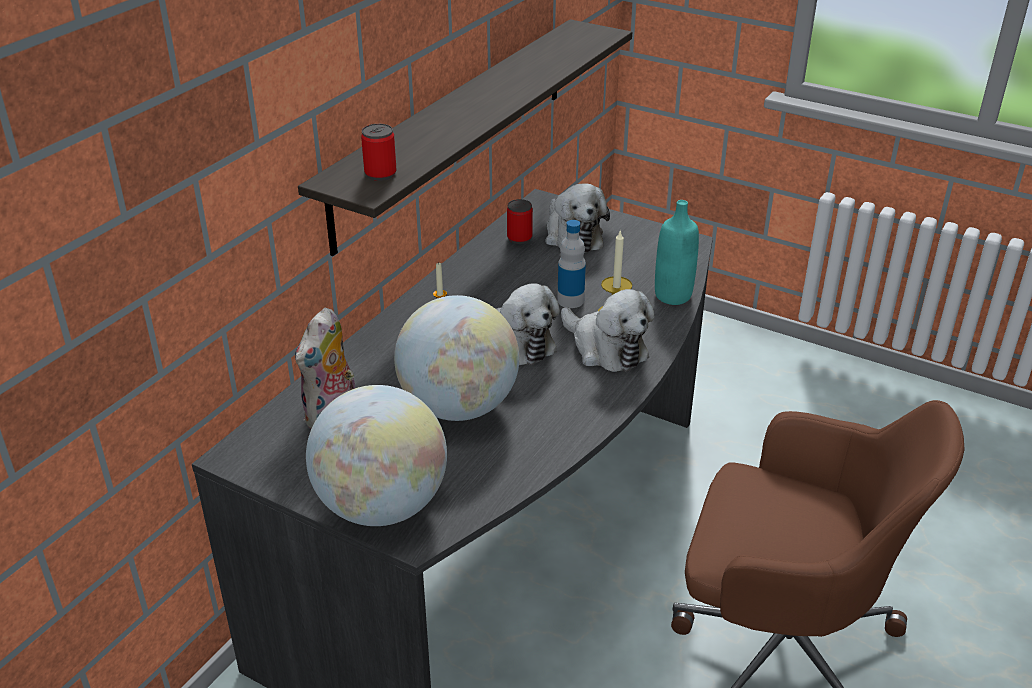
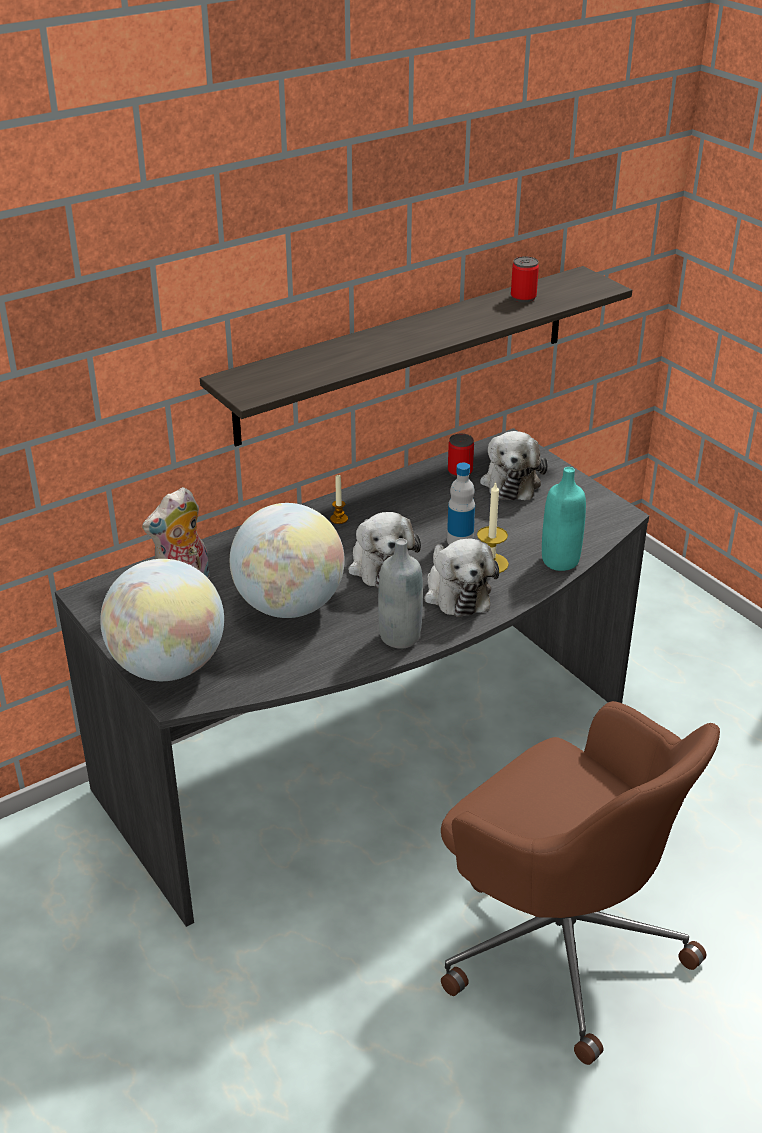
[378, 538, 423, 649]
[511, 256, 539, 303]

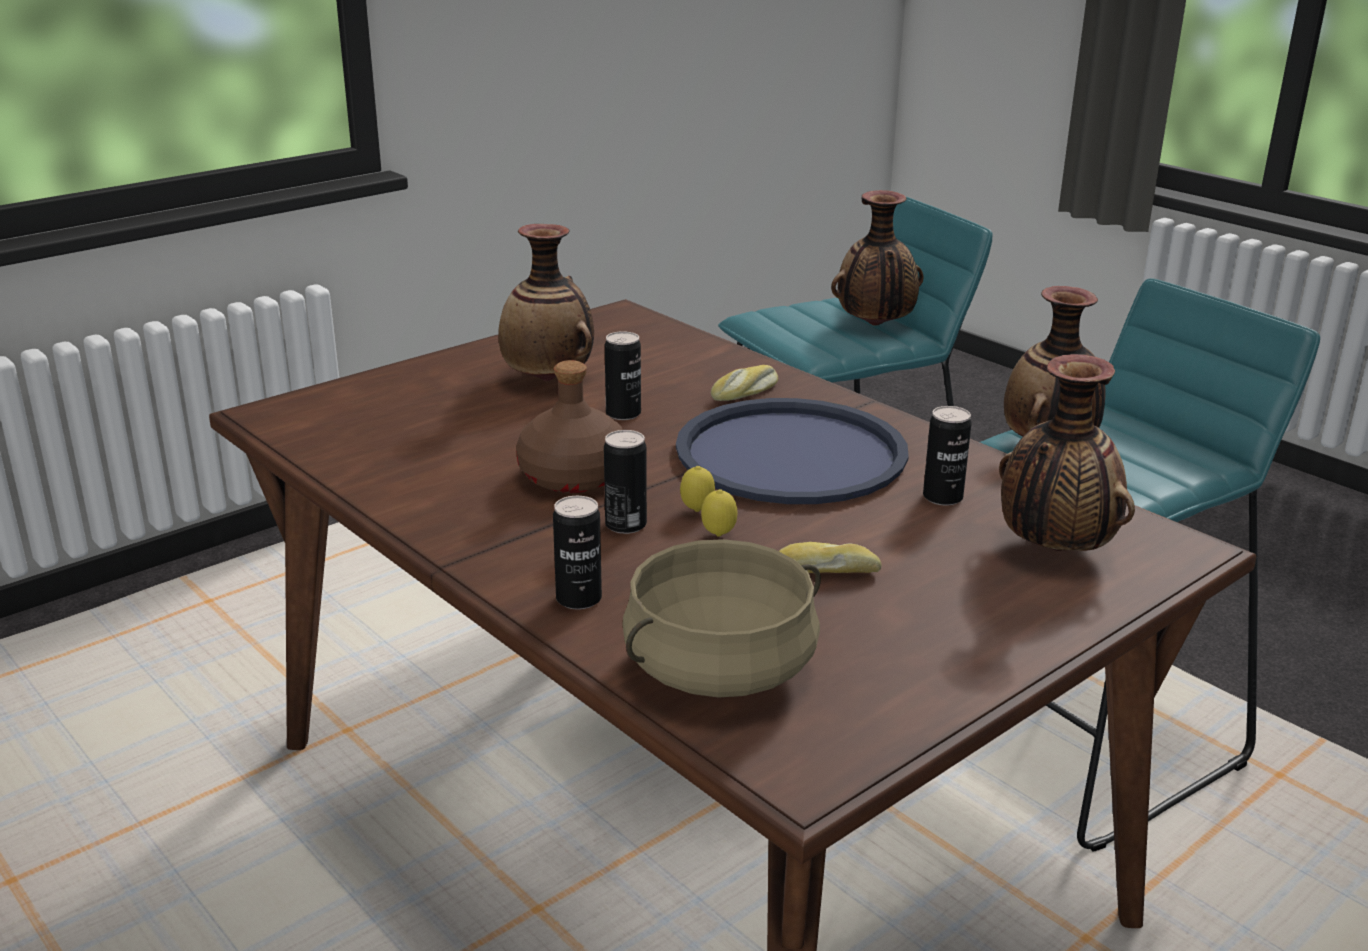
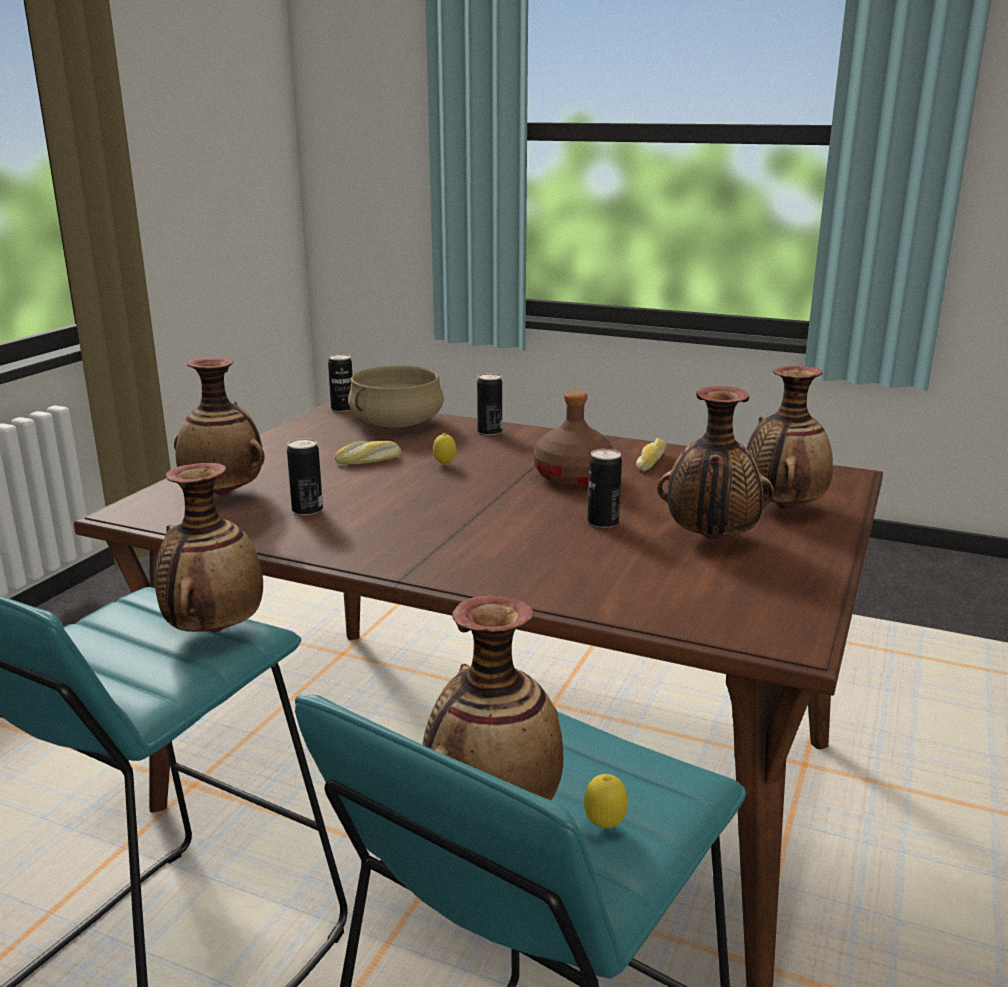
[676, 398, 909, 504] (first image)
[747, 366, 833, 509]
[328, 354, 353, 412]
[584, 774, 628, 828]
[636, 438, 667, 471]

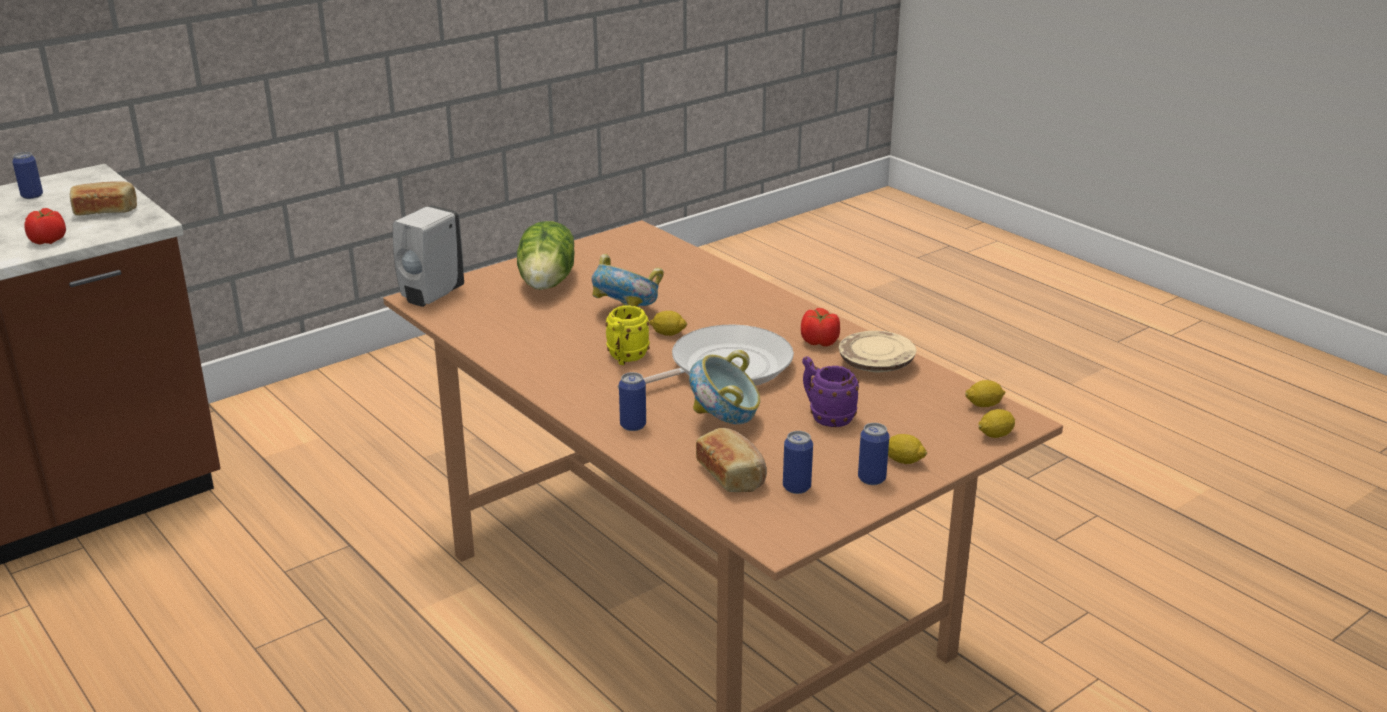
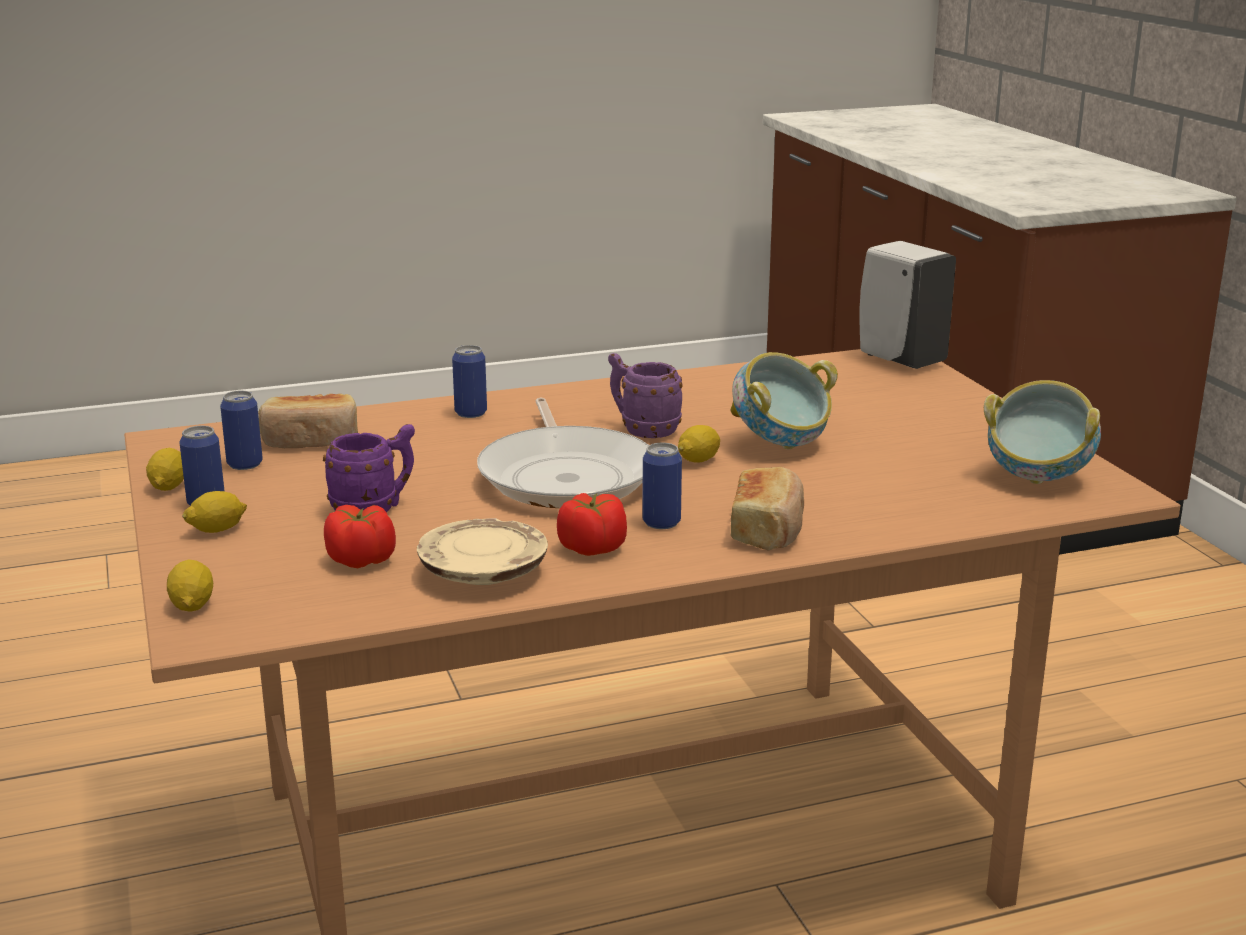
[517, 221, 575, 290] (first image)
[642, 443, 682, 529]
[324, 505, 396, 568]
[731, 467, 804, 550]
[984, 380, 1101, 484]
[146, 448, 184, 491]
[608, 353, 683, 438]

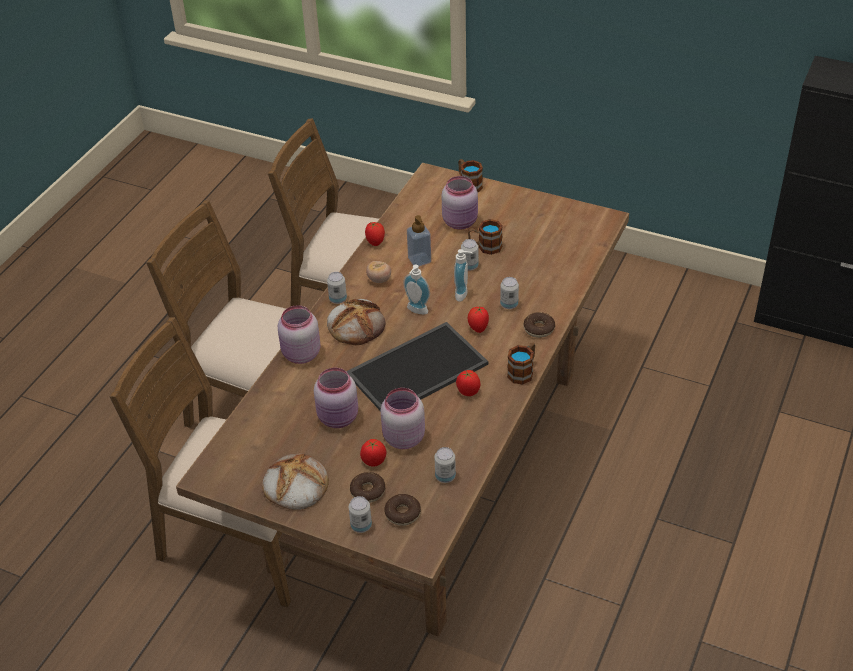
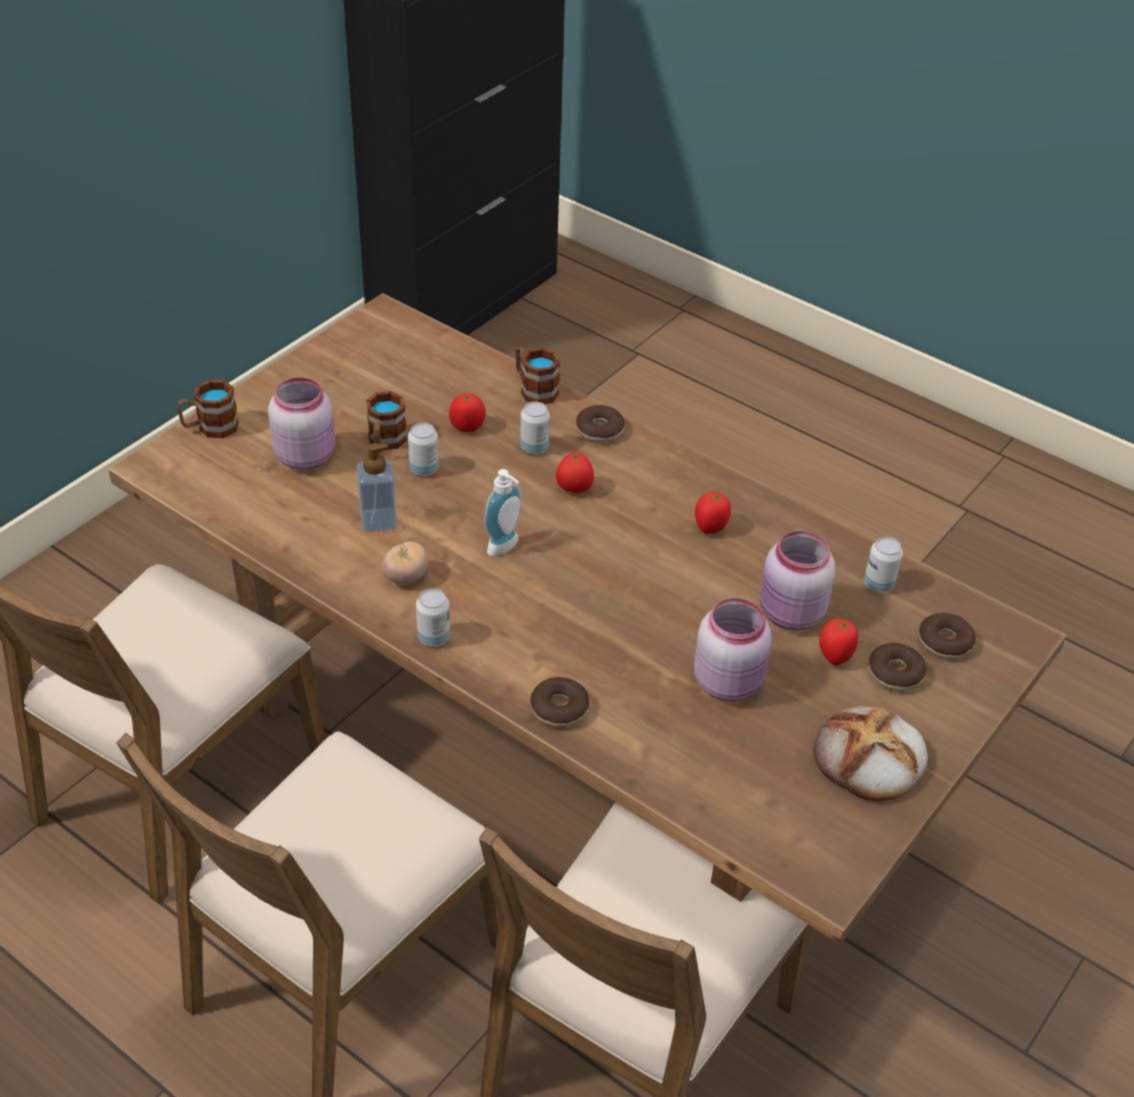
[327, 299, 386, 345] (first image)
[346, 322, 488, 411] (first image)
[349, 496, 372, 533] (first image)
[454, 249, 473, 302] (first image)
[449, 393, 486, 432]
[515, 347, 560, 404]
[530, 677, 589, 727]

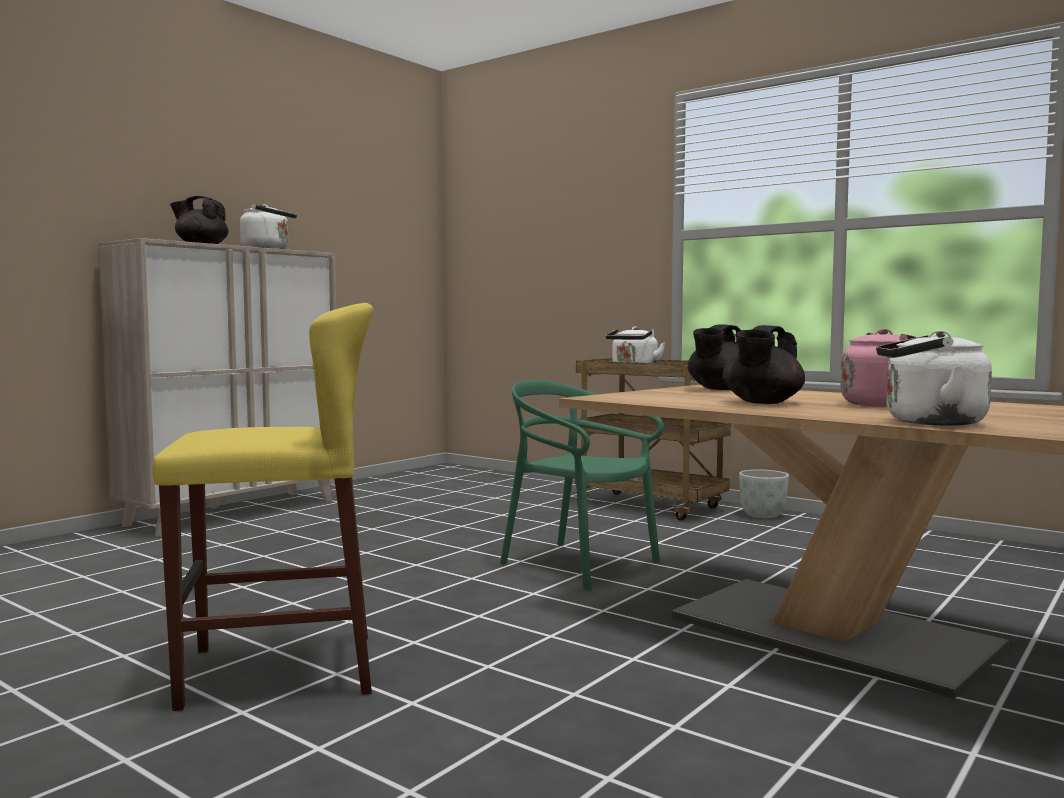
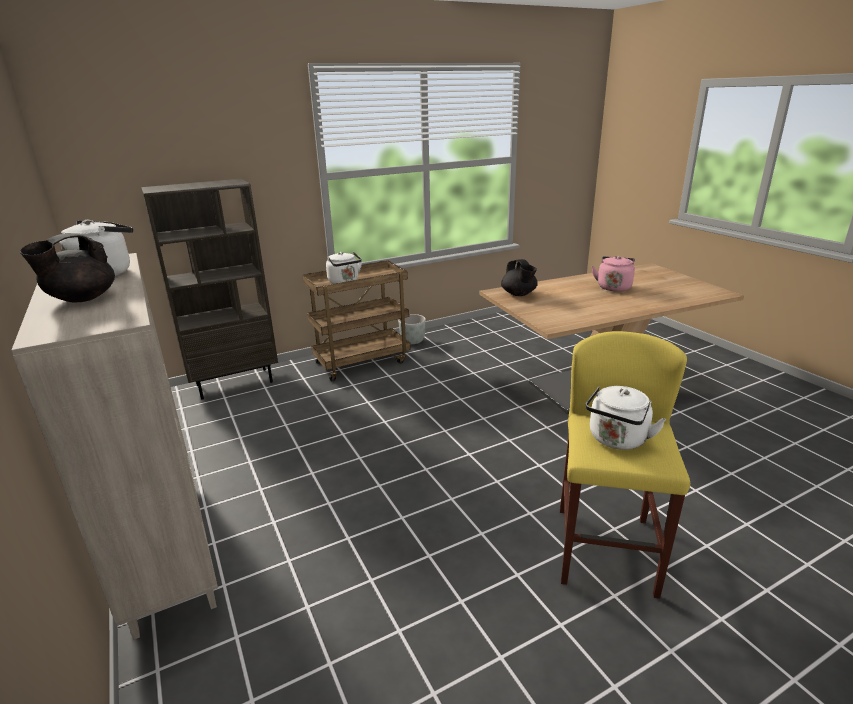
[500, 380, 664, 590] (first image)
[722, 325, 805, 404] (first image)
[141, 179, 278, 399]
[585, 386, 666, 450]

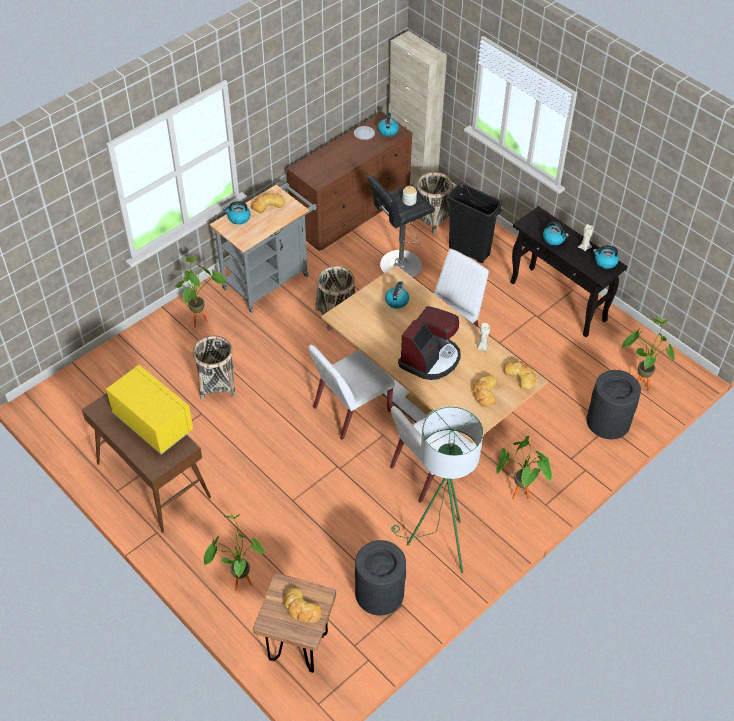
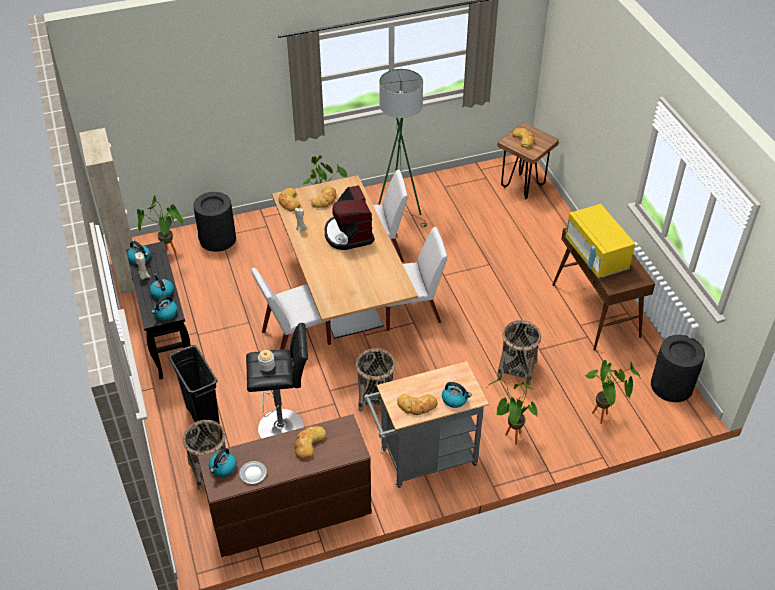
[294, 426, 326, 459]
[585, 360, 640, 424]
[651, 335, 705, 402]
[151, 295, 178, 321]
[79, 128, 135, 294]
[324, 185, 374, 250]

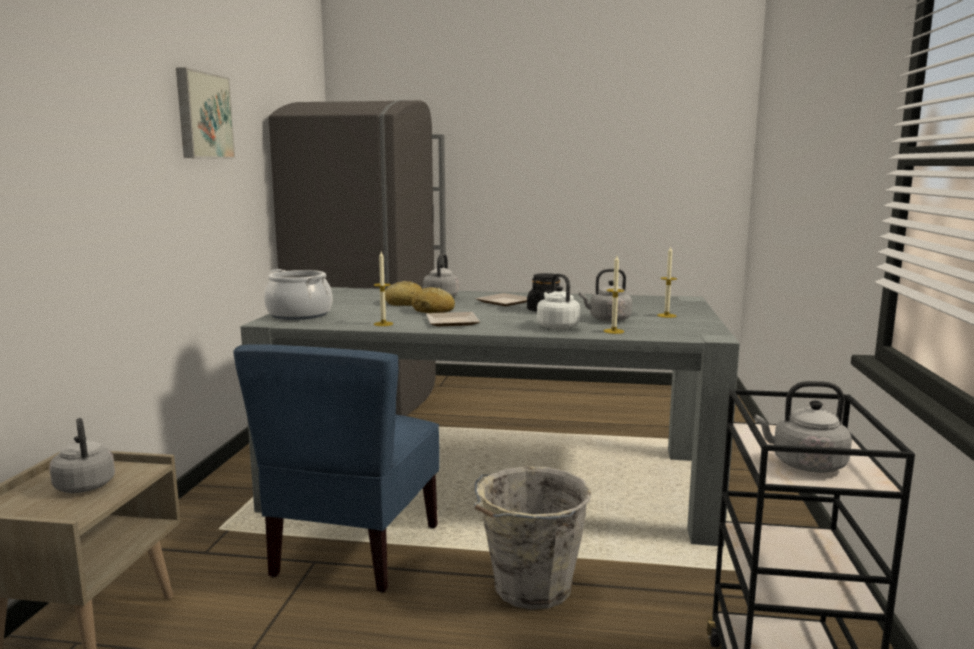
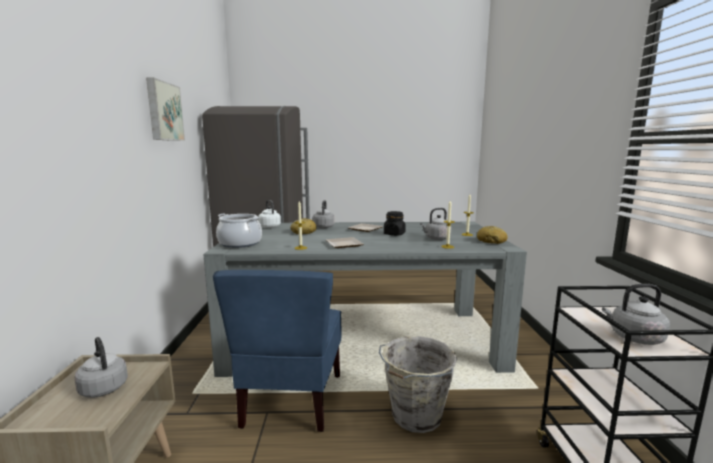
[477, 226, 508, 244]
[258, 200, 281, 228]

